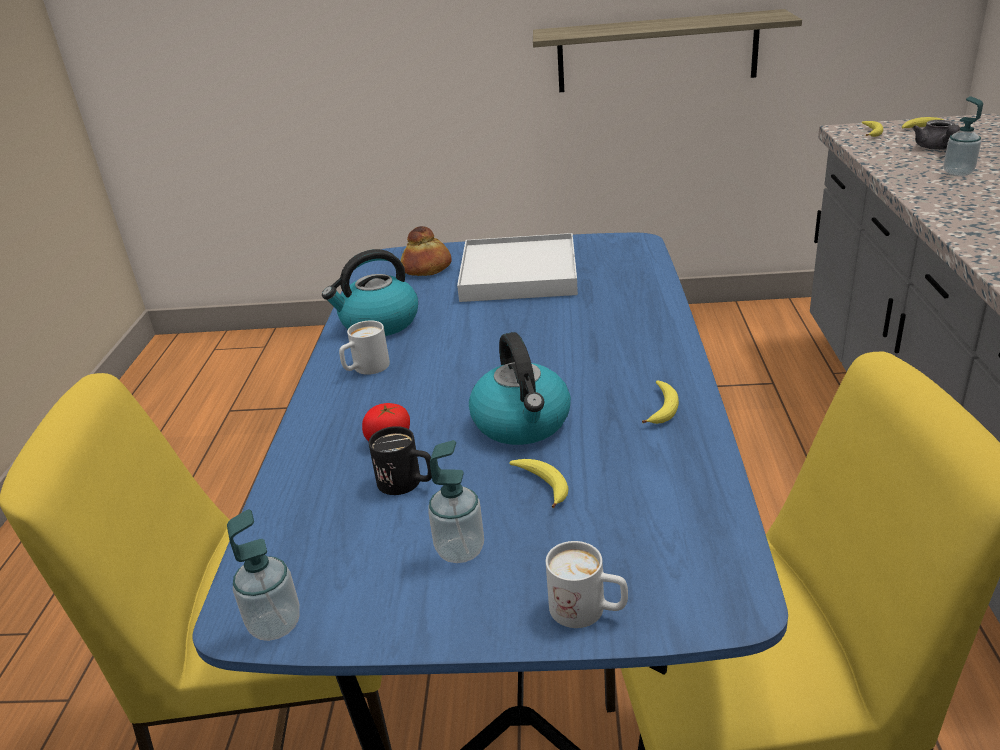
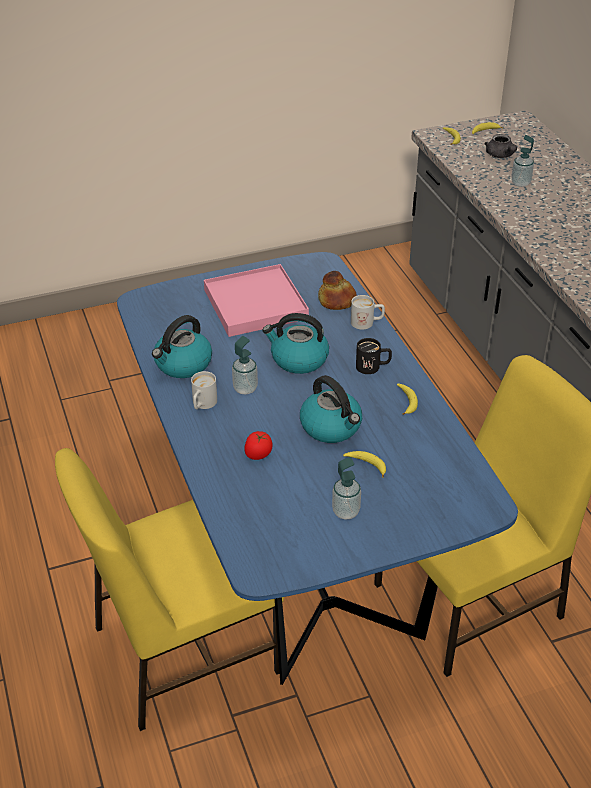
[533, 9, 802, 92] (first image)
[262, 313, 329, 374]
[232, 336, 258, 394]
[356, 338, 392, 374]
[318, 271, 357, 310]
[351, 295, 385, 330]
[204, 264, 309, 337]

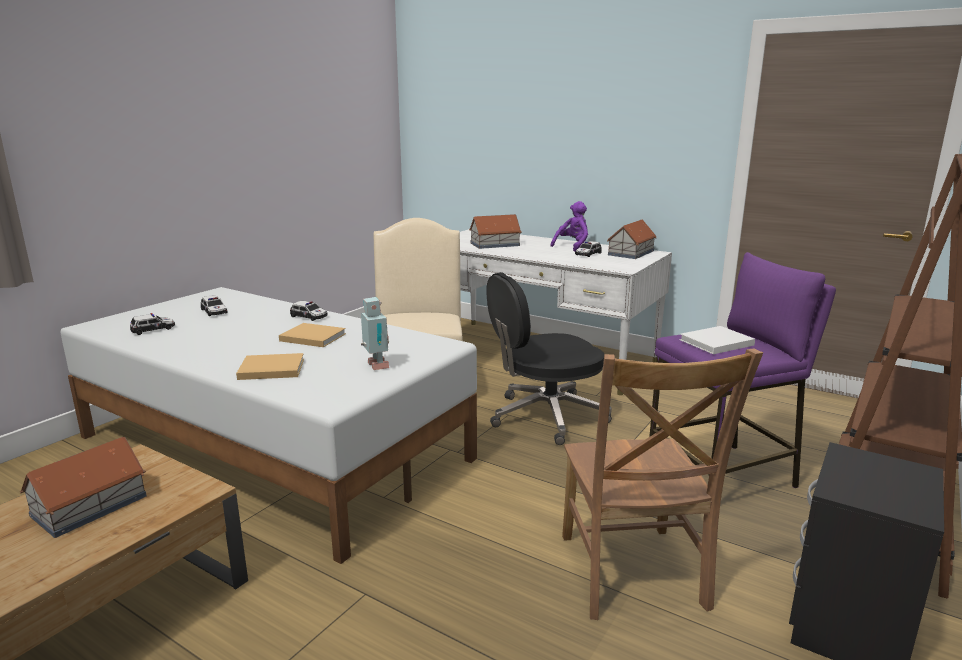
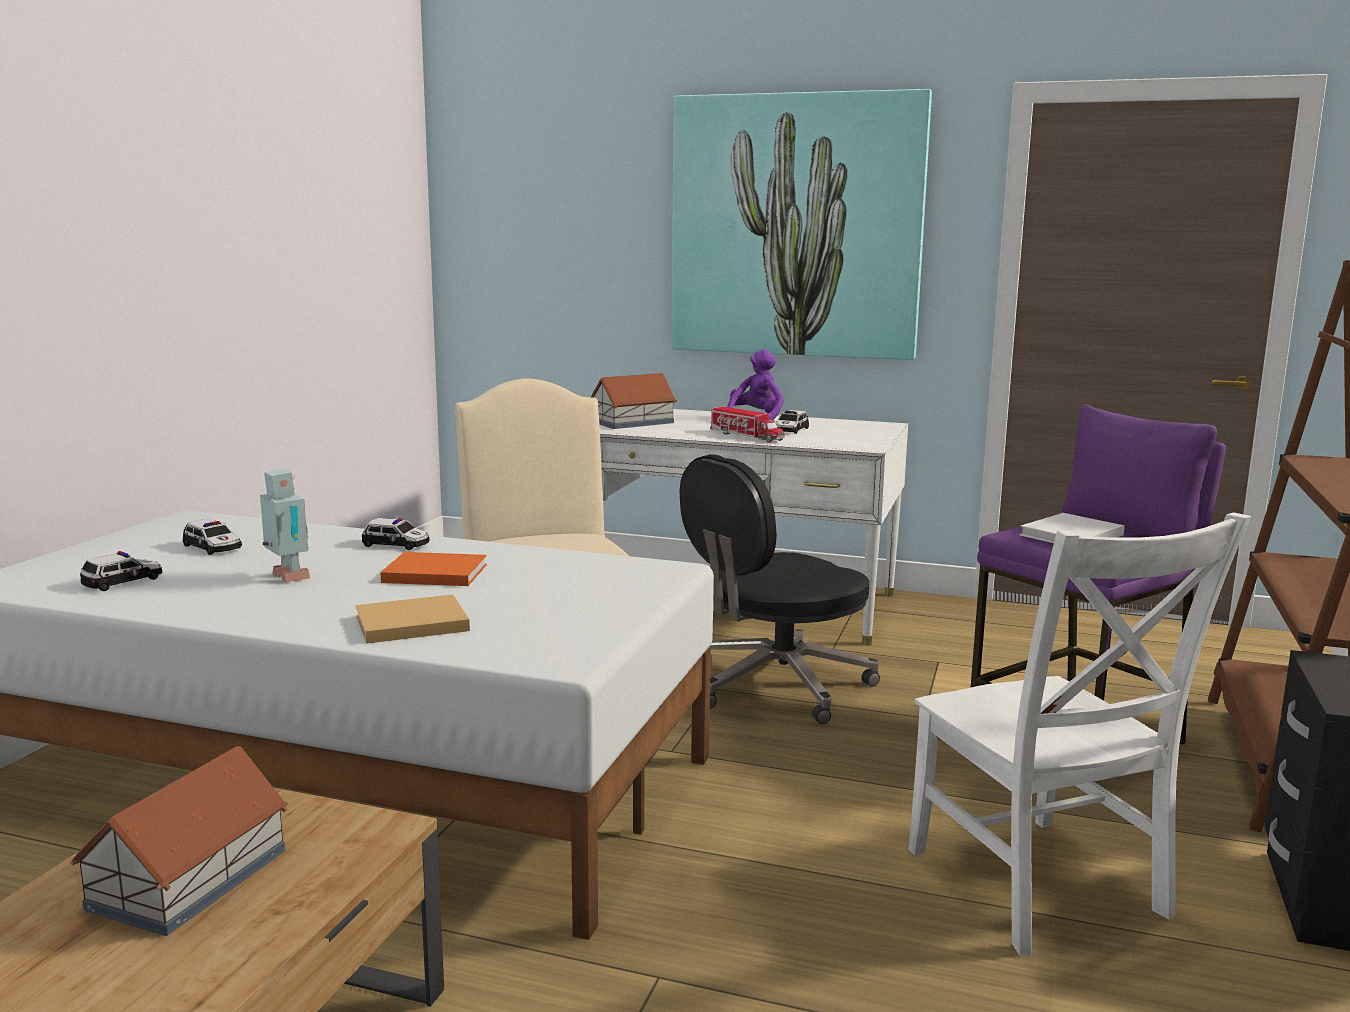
[607, 219, 657, 259] (first image)
[671, 89, 932, 360]
[710, 406, 785, 443]
[260, 469, 310, 582]
[380, 552, 487, 586]
[908, 512, 1251, 956]

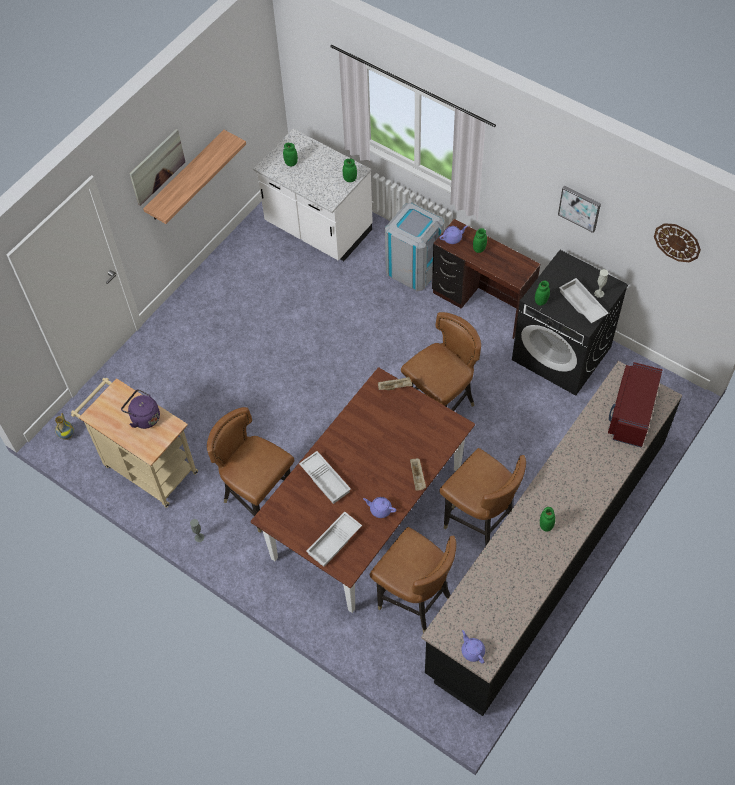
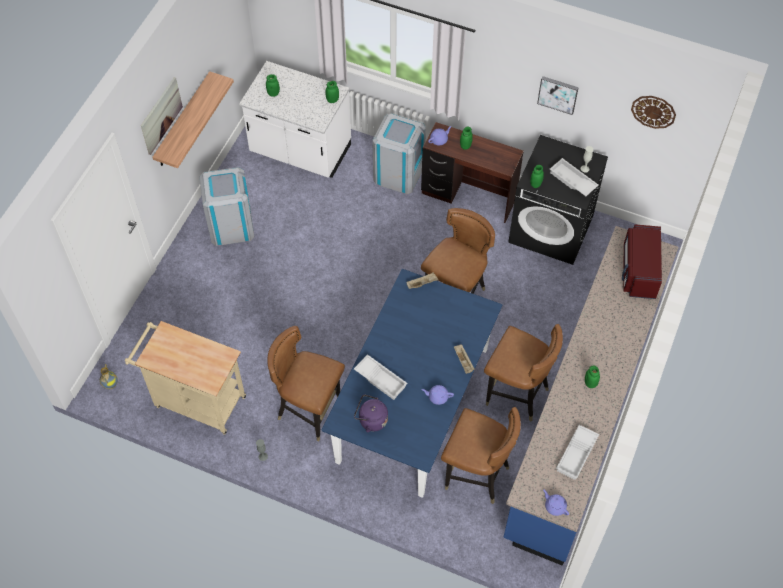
[199, 167, 254, 246]
[354, 394, 388, 432]
[556, 425, 599, 480]
[322, 269, 502, 498]
[503, 226, 679, 566]

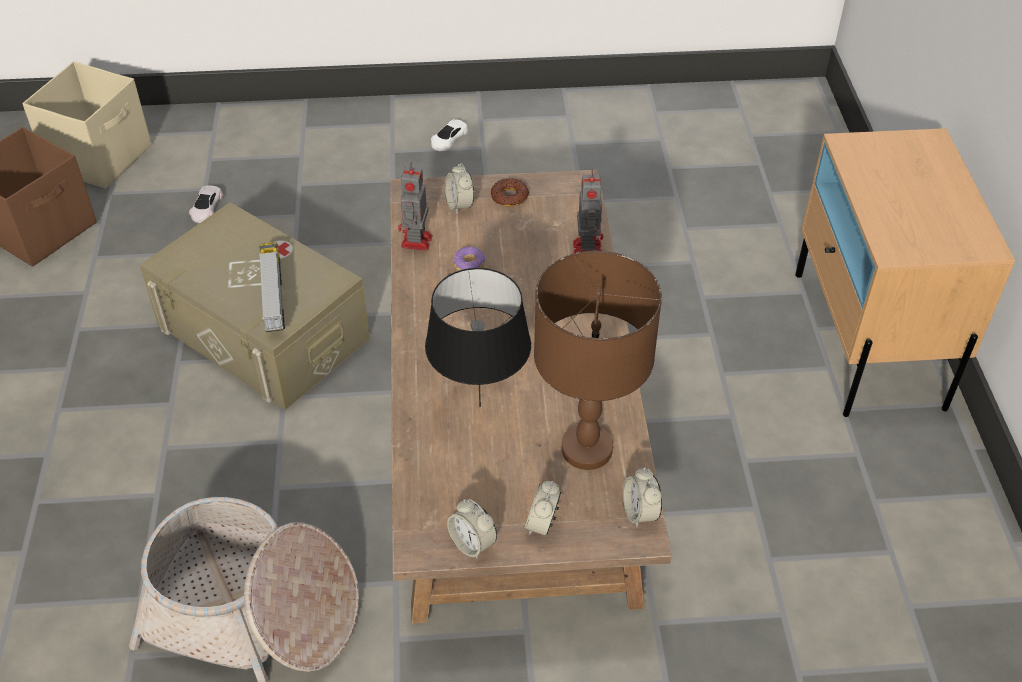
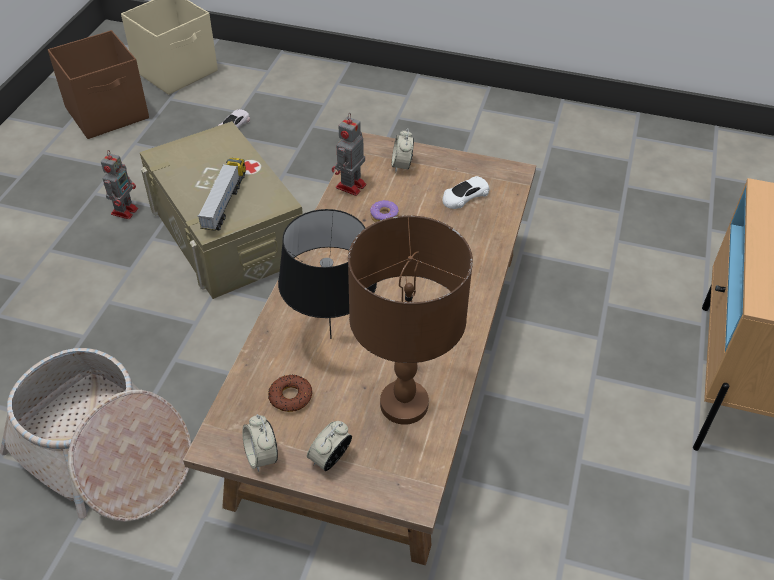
[623, 467, 662, 528] (first image)
[442, 176, 490, 209]
[268, 375, 312, 412]
[101, 150, 138, 219]

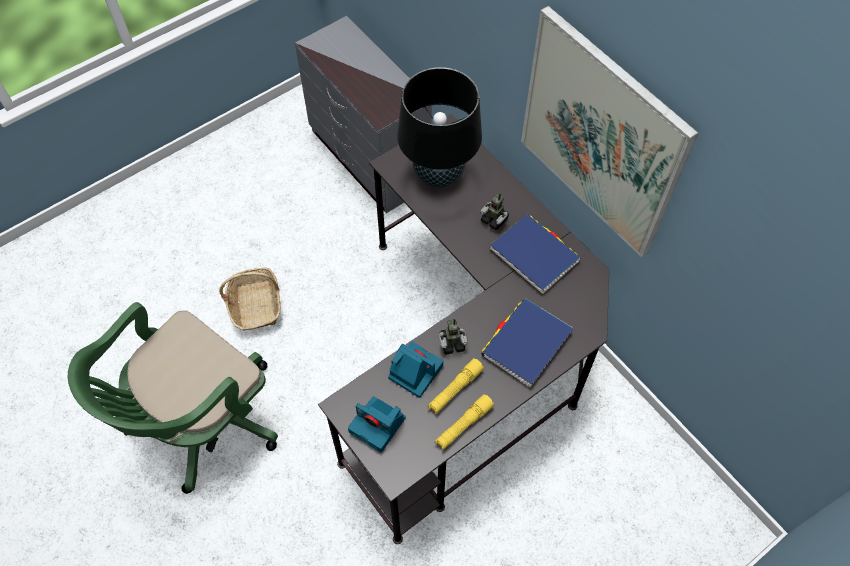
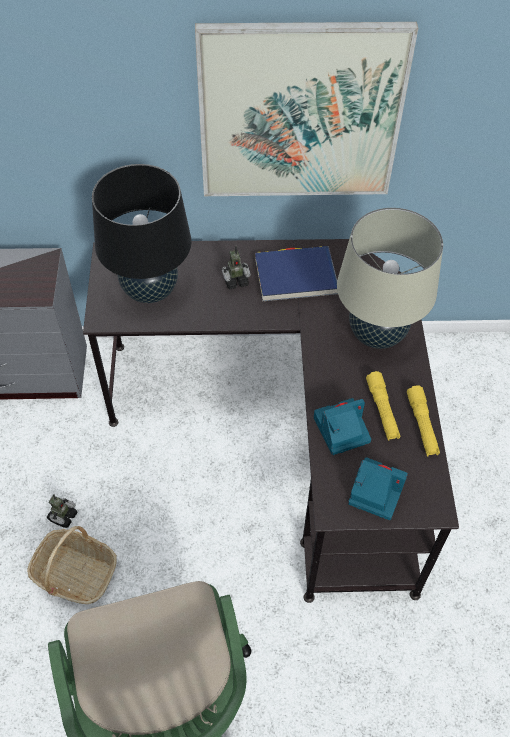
[47, 494, 78, 528]
[337, 208, 443, 349]
[348, 457, 408, 520]

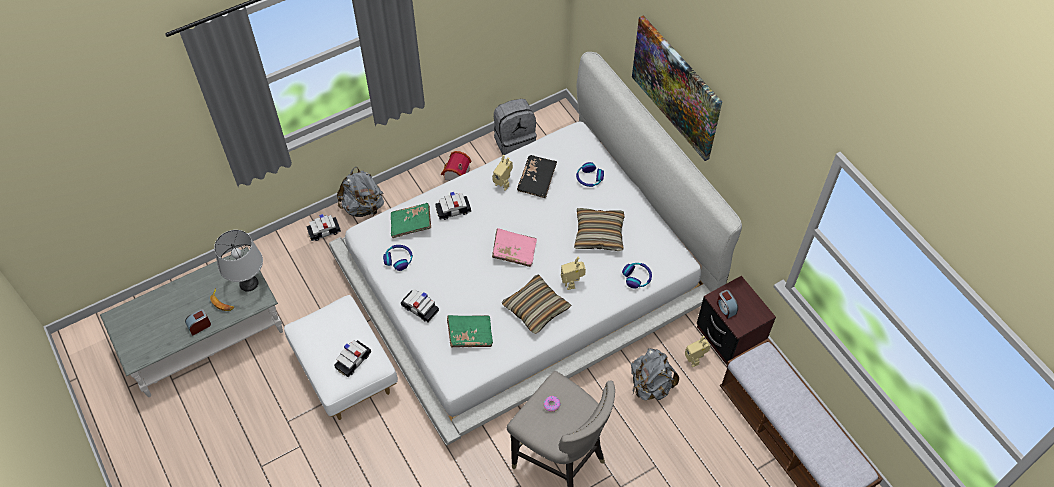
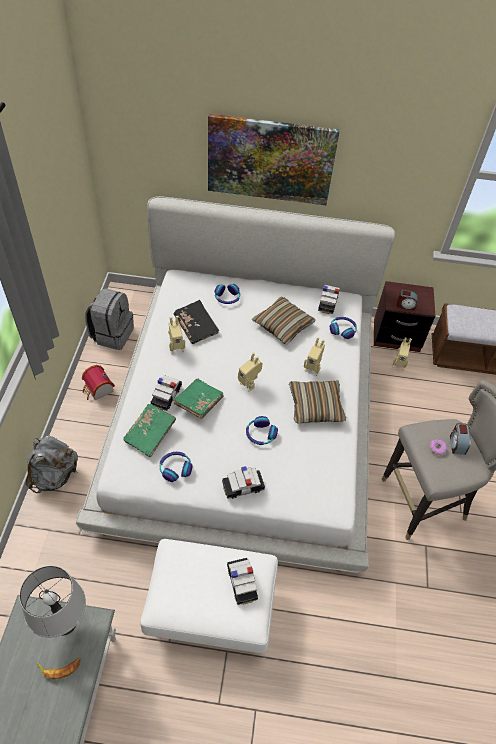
[631, 348, 679, 400] (first image)
[246, 416, 278, 445]
[450, 423, 471, 455]
[318, 285, 340, 314]
[173, 378, 224, 419]
[238, 352, 262, 392]

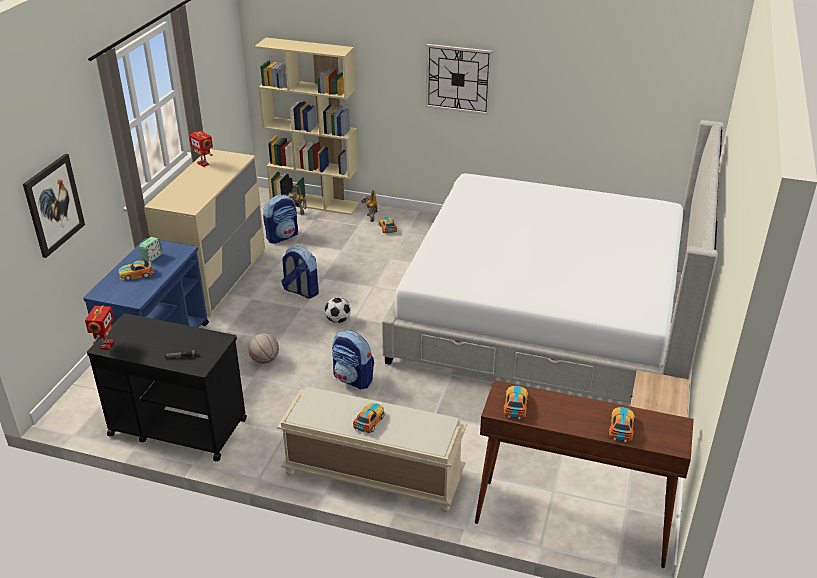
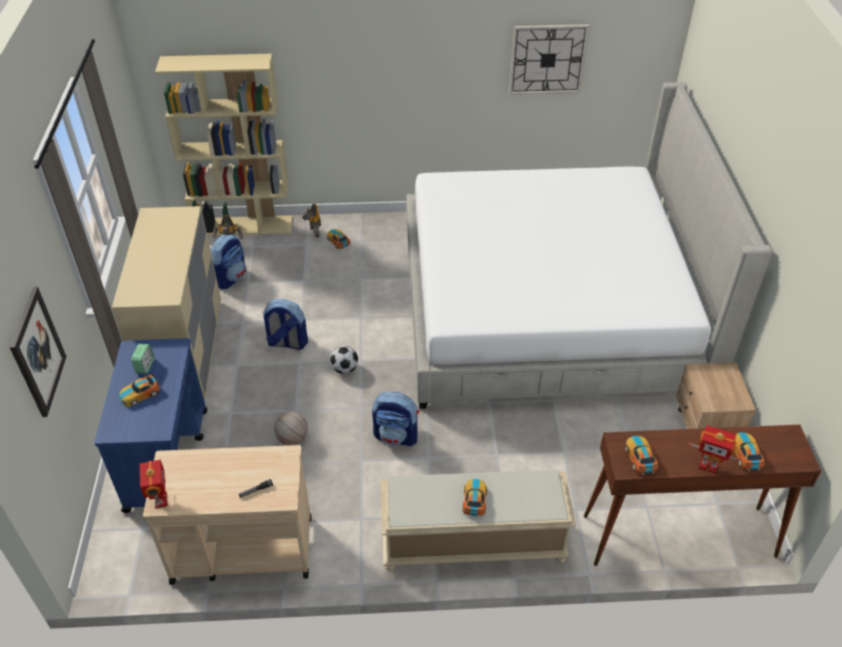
[688, 425, 739, 473]
[509, 24, 589, 95]
[143, 445, 311, 585]

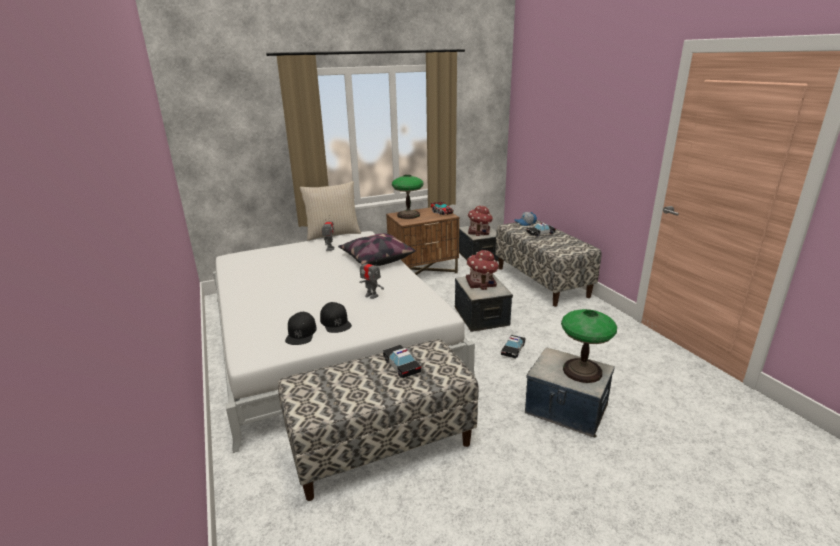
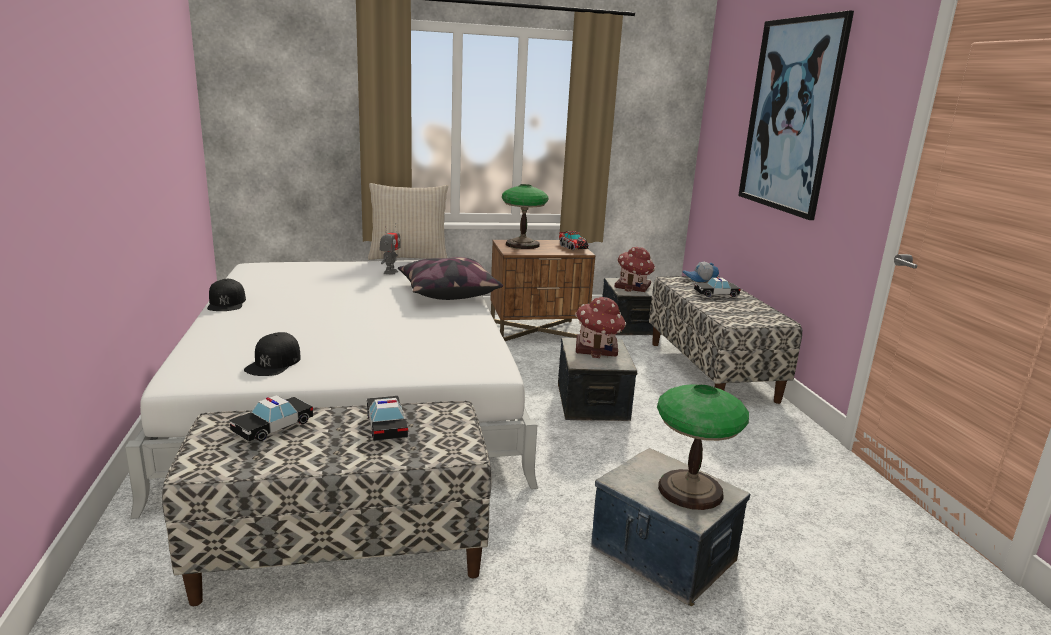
[359, 256, 384, 299] (first image)
[738, 10, 854, 220]
[207, 279, 246, 311]
[229, 395, 313, 442]

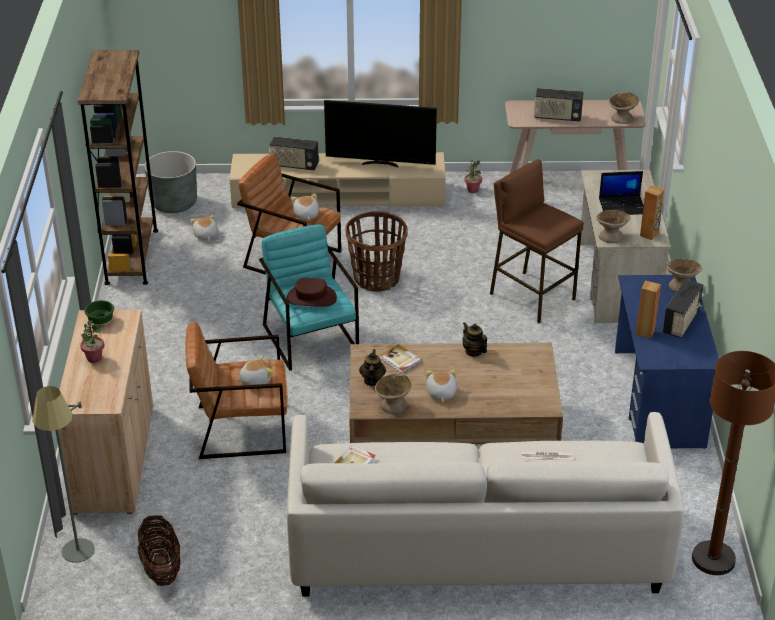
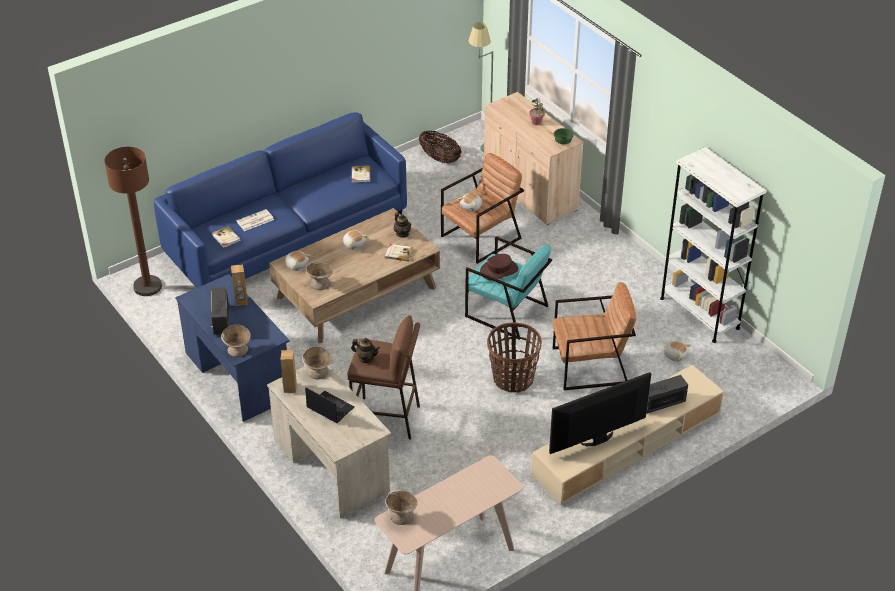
[144, 151, 197, 213] (first image)
[464, 160, 482, 193] (first image)
[534, 88, 583, 122] (first image)
[212, 226, 241, 248]
[285, 251, 311, 271]
[306, 262, 333, 290]
[351, 338, 380, 363]
[660, 147, 767, 343]
[154, 112, 407, 288]
[305, 387, 354, 423]

